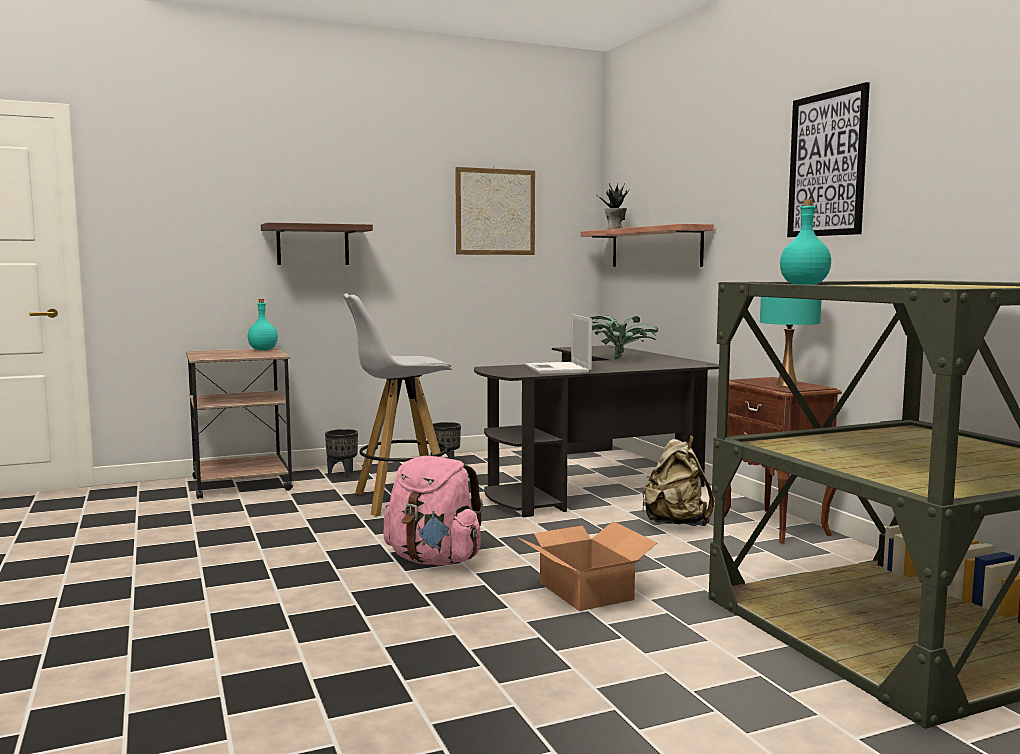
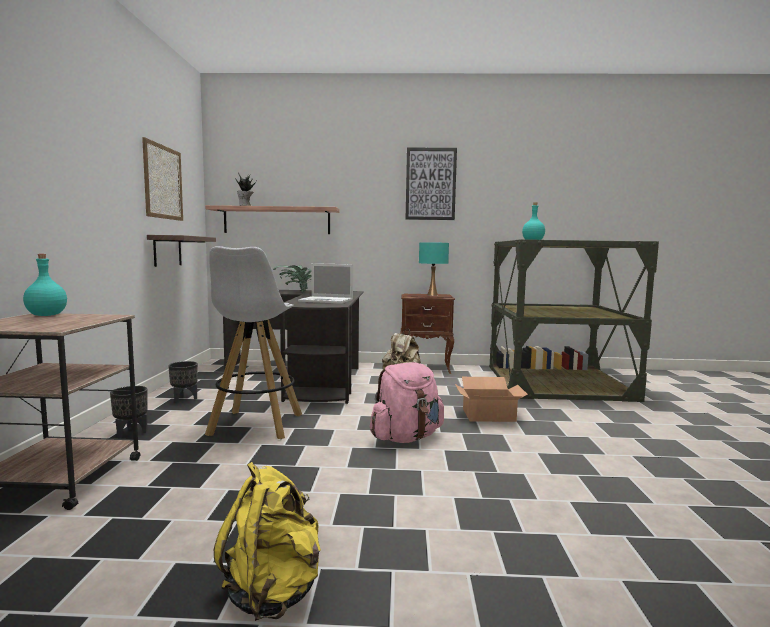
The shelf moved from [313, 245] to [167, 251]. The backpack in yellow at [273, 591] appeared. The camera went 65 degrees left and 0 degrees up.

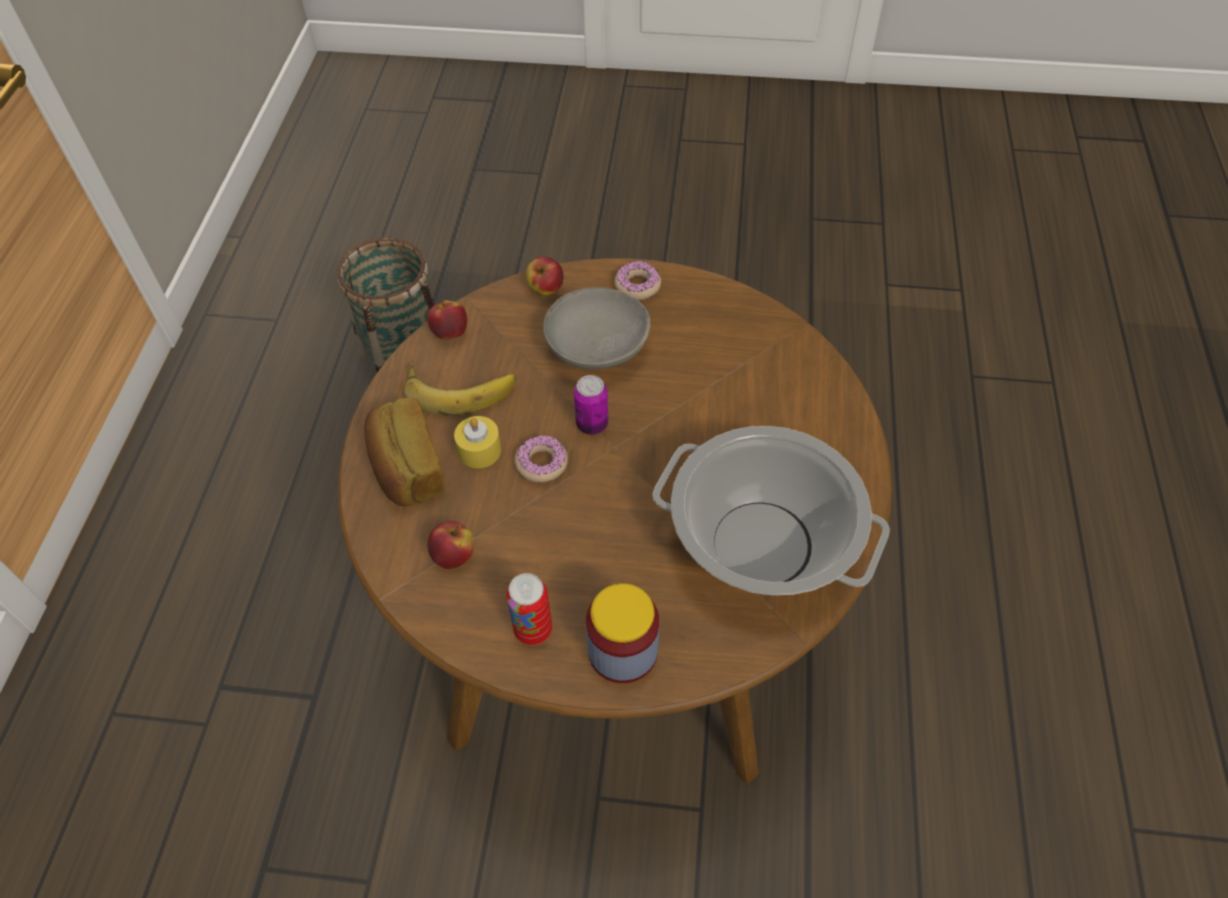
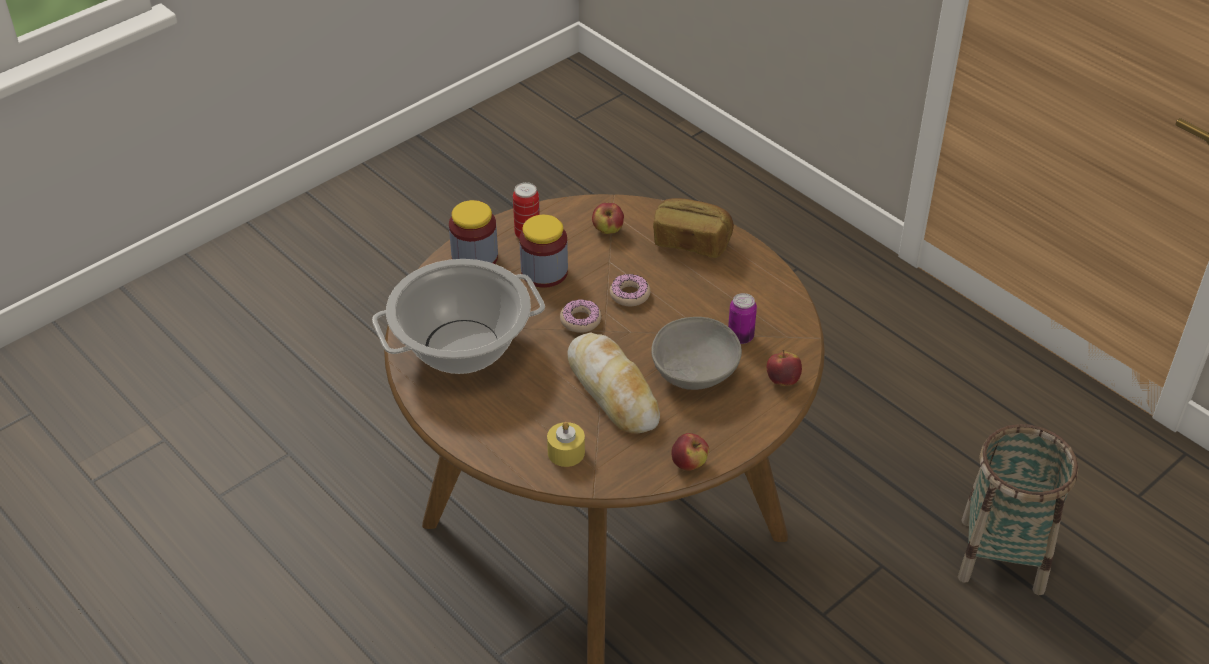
The donut moved from [637, 286] to [580, 320]. The apple moved from [450, 332] to [689, 464]. The banana at [460, 386] disappeared. The can moved from [592, 424] to [740, 337]. The candle in yellow moved from [479, 450] to [566, 452]. The jar at [544, 272] appeared. The bread at [613, 391] appeared. The camera went 130 degrees right and 10 degrees down.

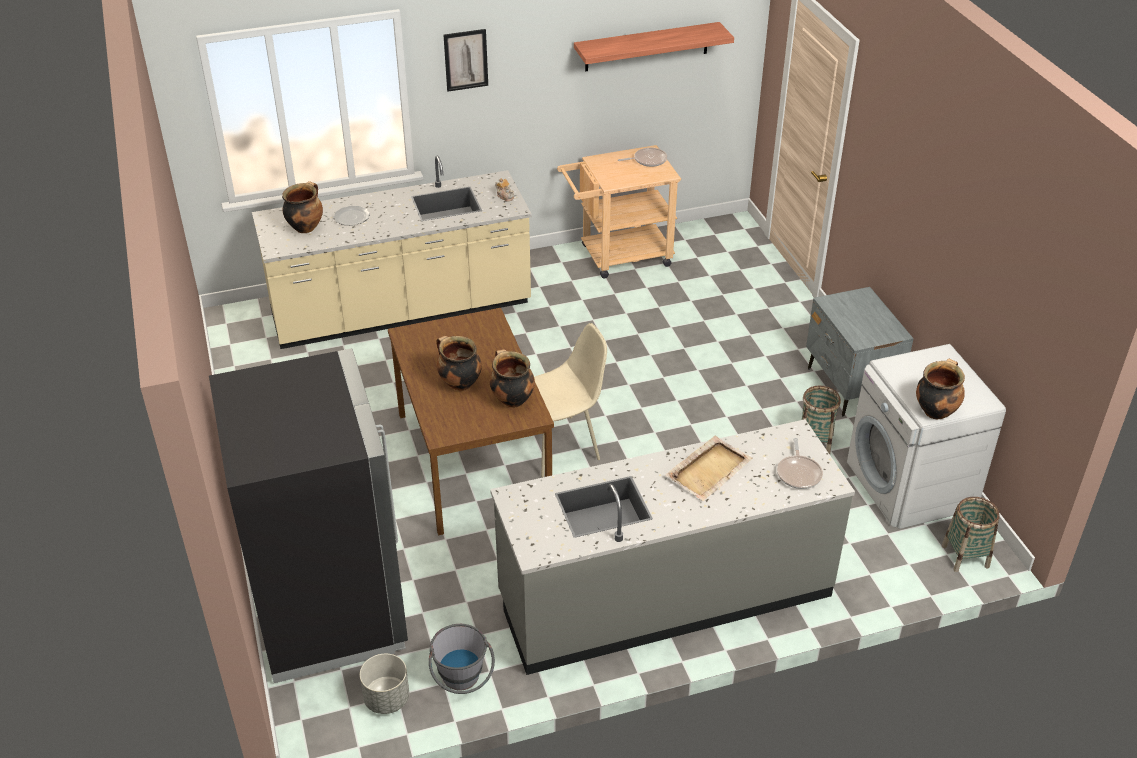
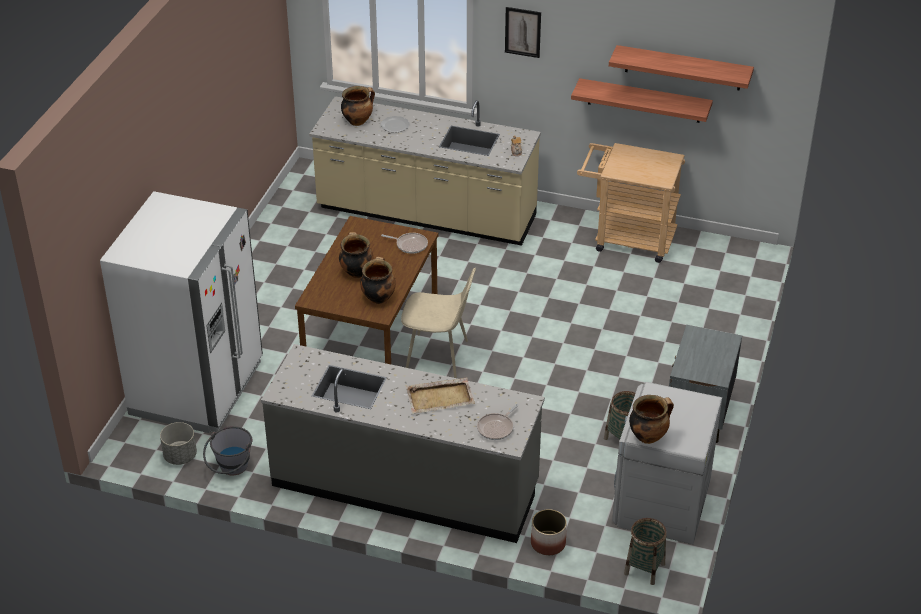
The frying pan moved from [648, 160] to [410, 245]. The fridge in black at [329, 608] became the fridge in white at [197, 388]. The shelf at [644, 101] appeared. The planter at [548, 543] appeared. The camera went 35 degrees right and 0 degrees up.

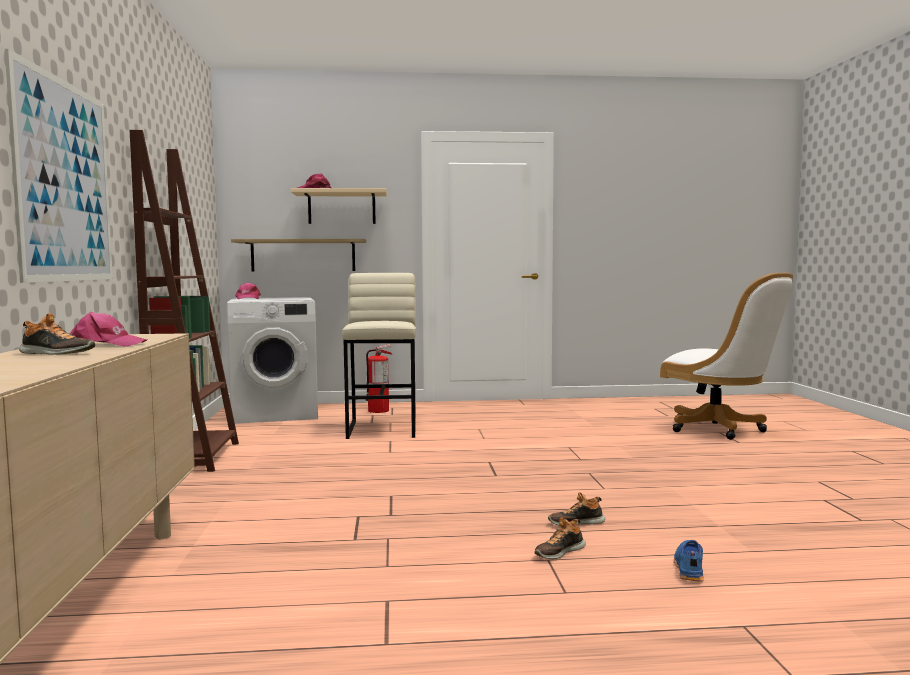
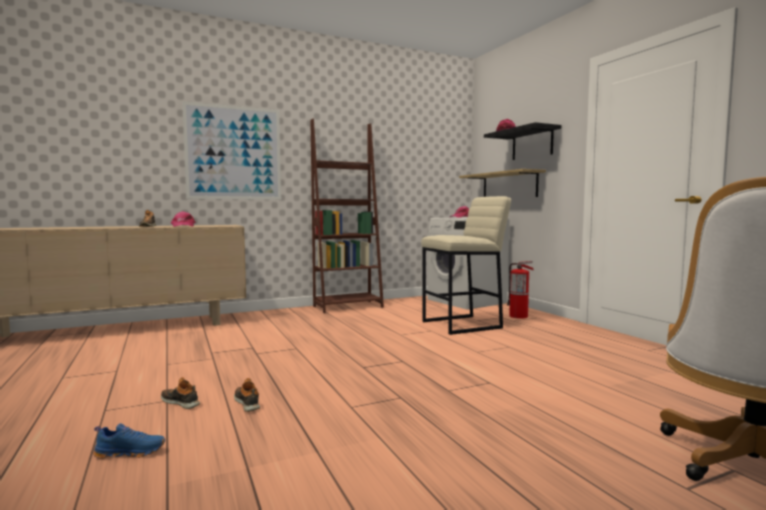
The shelf in beige at [341, 208] became the shelf in black at [532, 144]. The camera went 70 degrees right and 0 degrees up.

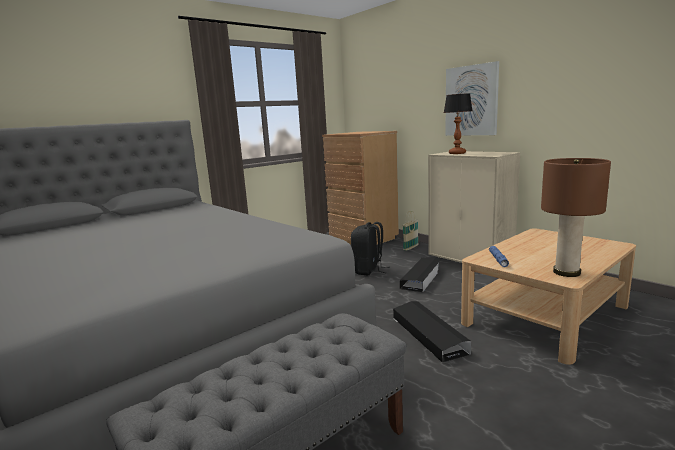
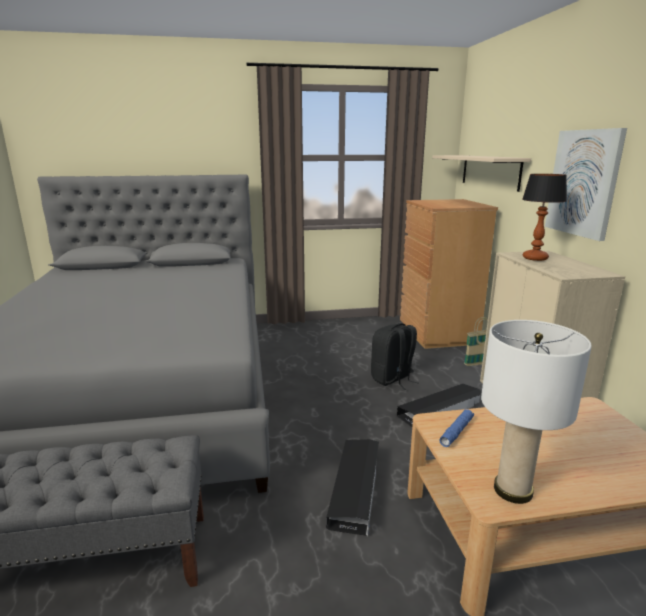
The table lamp in brown at [566, 272] became the table lamp in white at [512, 490]. The shelf in beige at [490, 171] appeared. The camera went 30 degrees right and 5 degrees up.

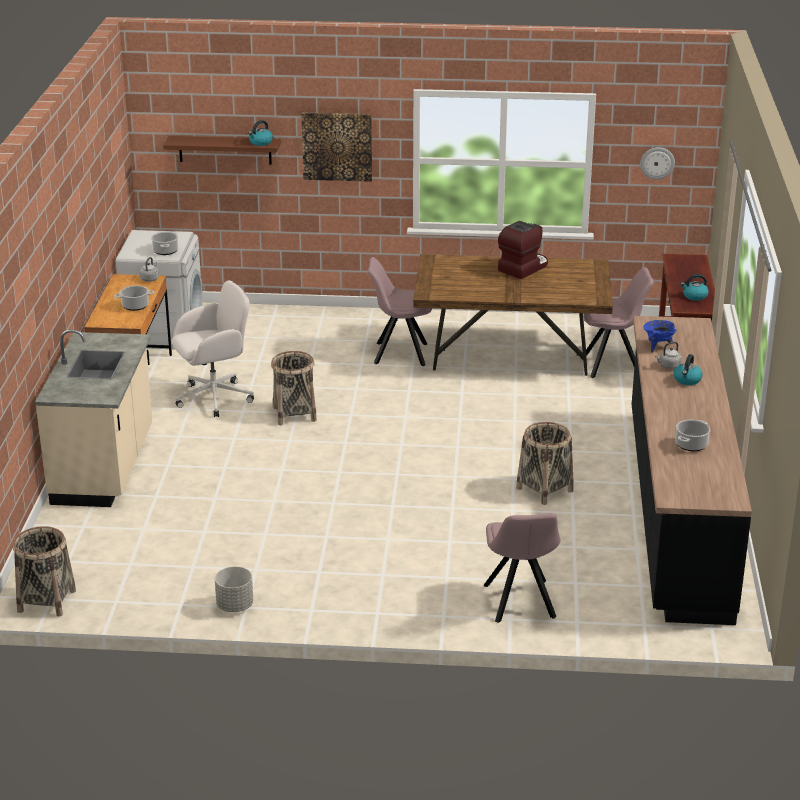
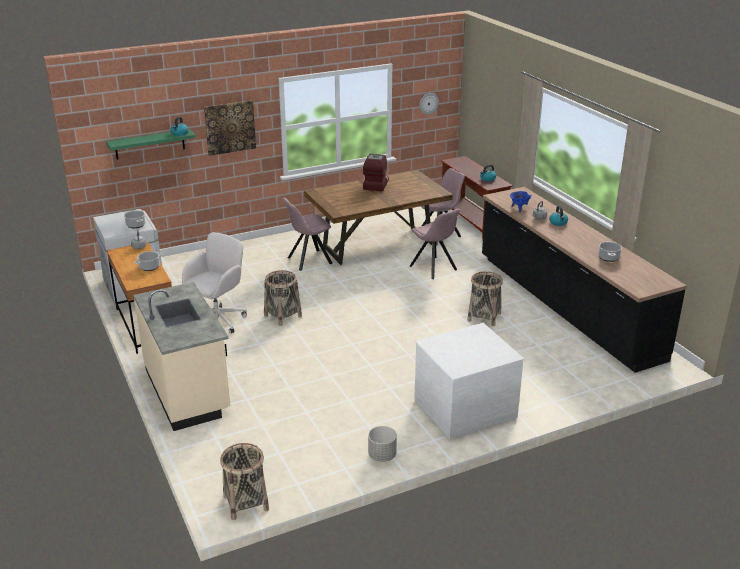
The shelf in brown at [225, 150] became the shelf in green at [150, 144]. The chair in pink moved from [520, 601] to [433, 268]. The dresser in white at [464, 407] appeared. The camera went 30 degrees left and 0 degrees up.

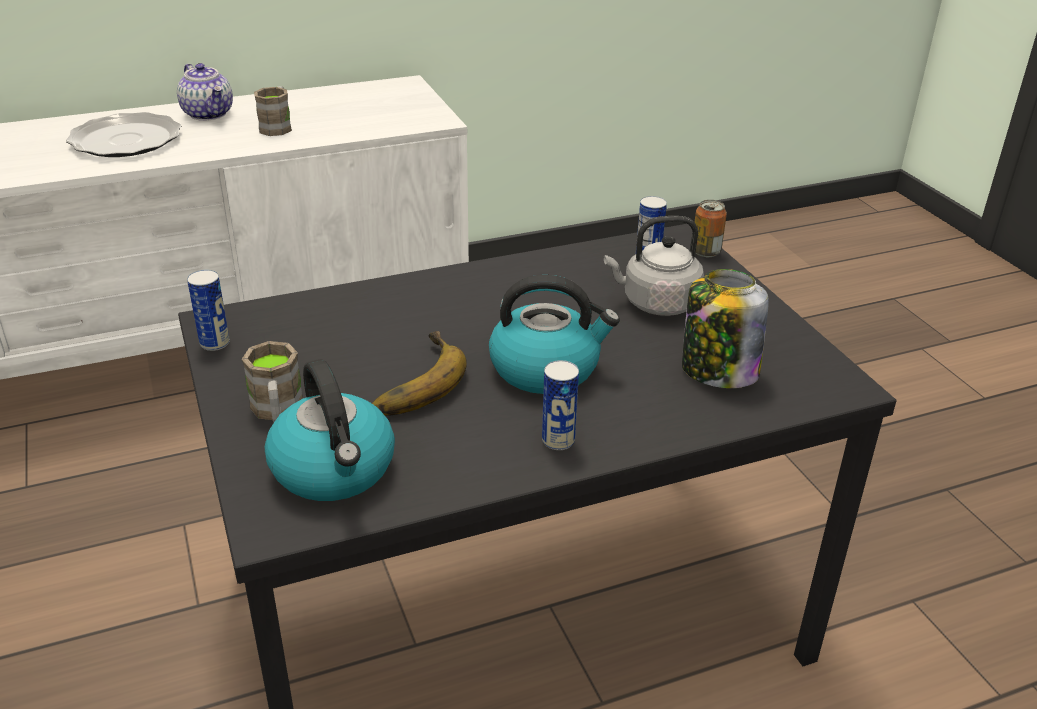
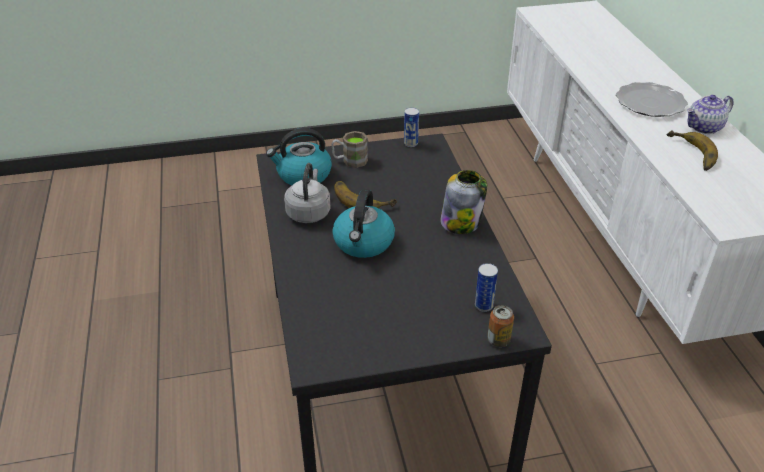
The mug in brown at [277, 126] was replaced by the banana at [690, 154]. The kettle in grey moved from [656, 303] to [309, 212]. The jar moved from [717, 371] to [461, 222]. The can at [558, 440] disappeared. The camera went 100 degrees right and 5 degrees up.

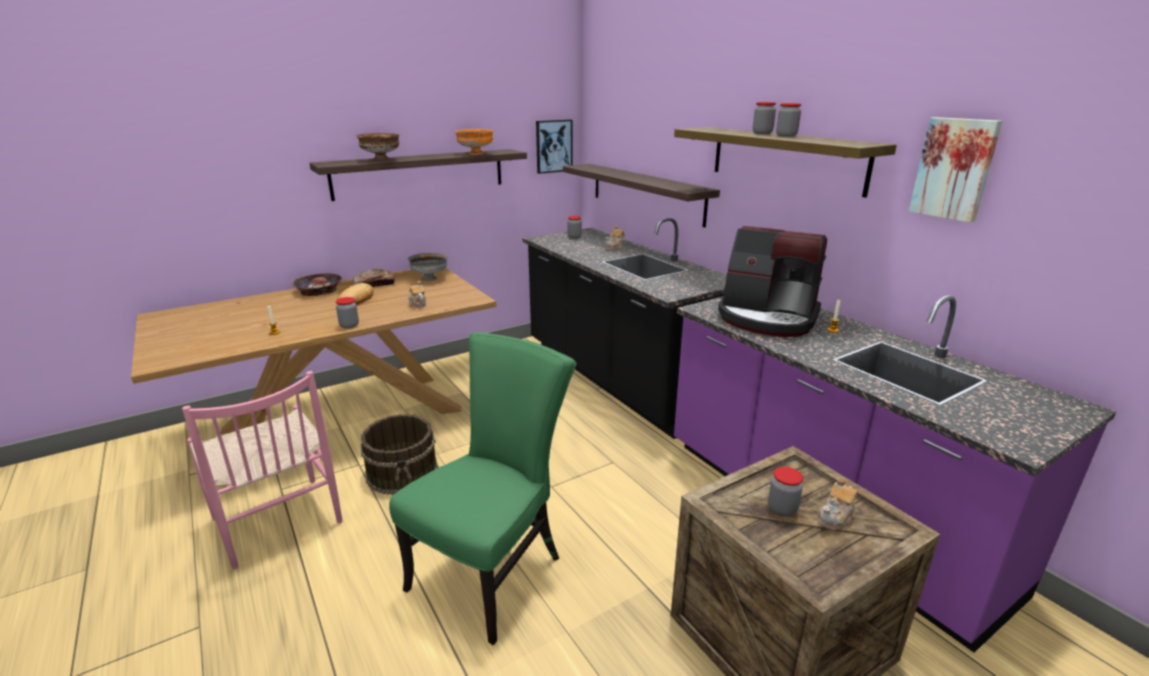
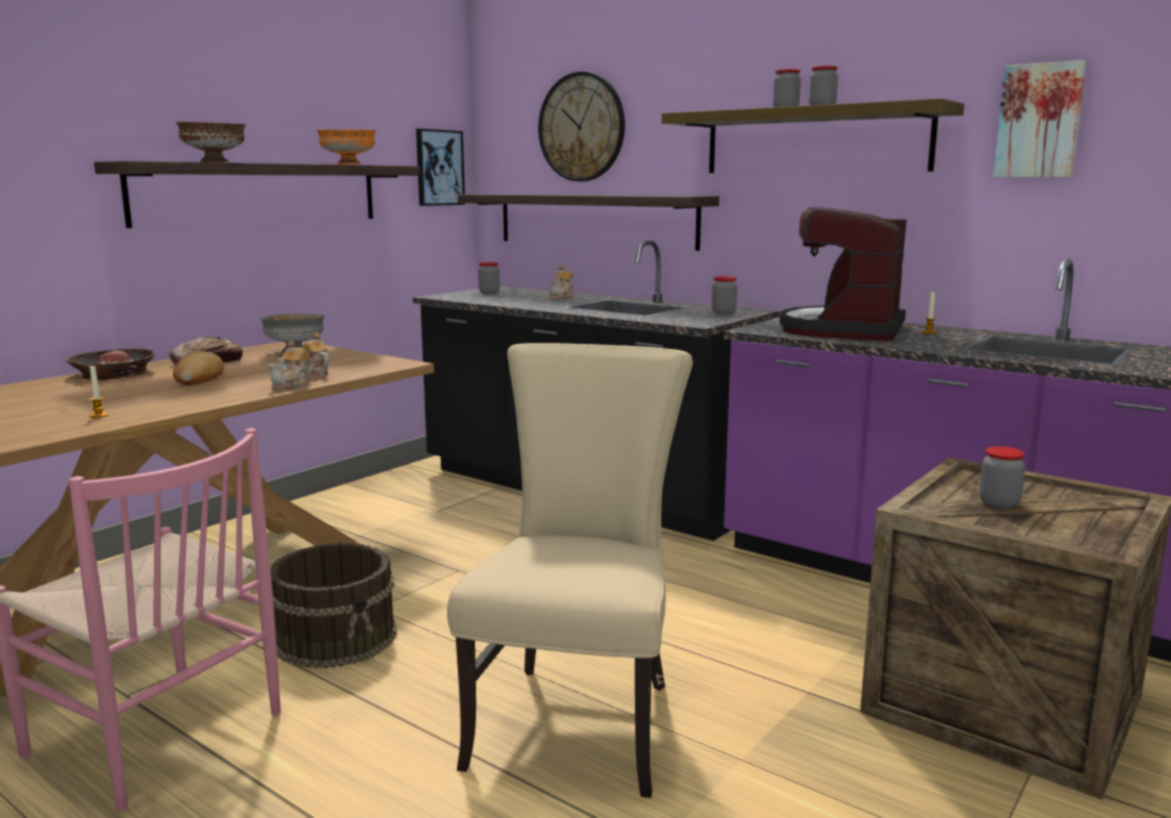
The coffee machine at [767, 318] turned 105 degrees clockwise. The jar moved from [349, 325] to [723, 313]. The chair in green at [493, 568] became the chair in beige at [578, 717]. The teapot moved from [835, 518] to [293, 385]. The wall clock at [582, 127] appeared. The camera went 20 degrees left and 10 degrees down.

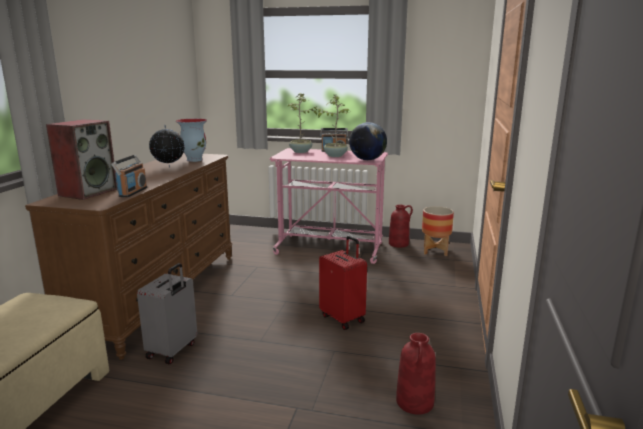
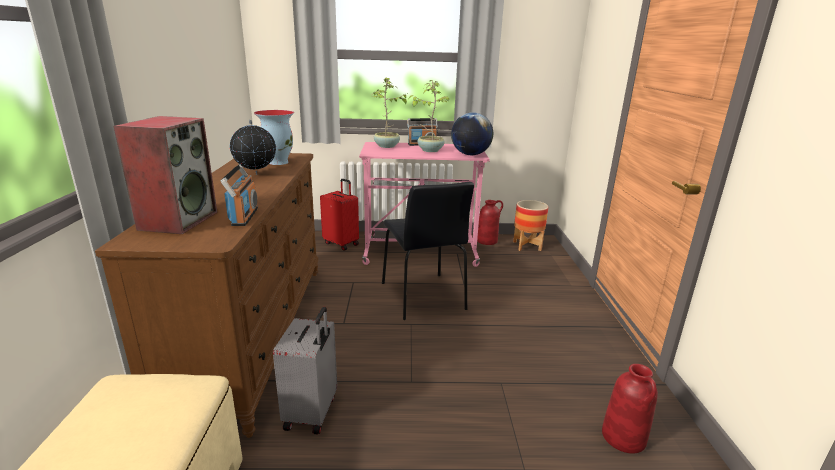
The suitcase in red moved from [343, 318] to [342, 243]. The chair in black at [424, 297] appeared. The camera went 15 degrees left and 5 degrees up.

